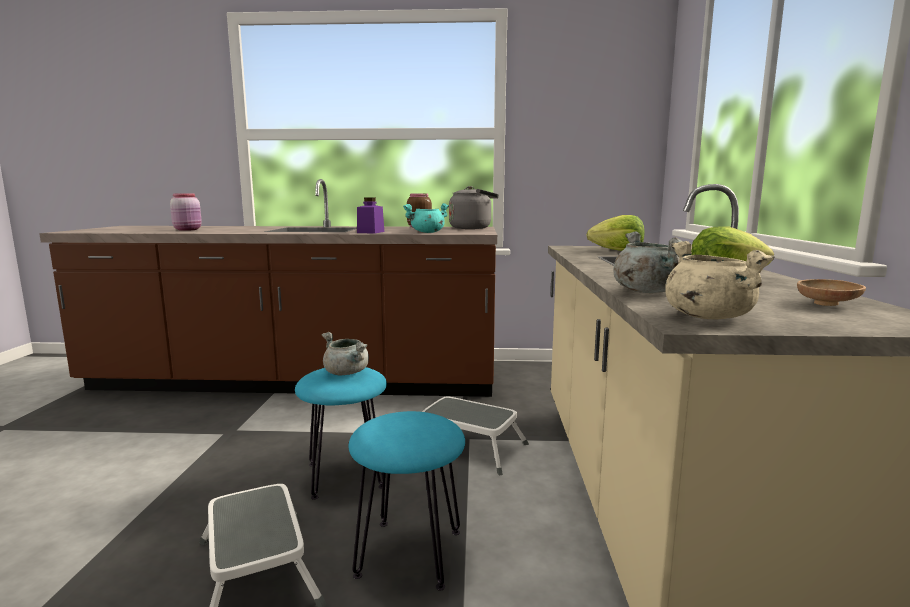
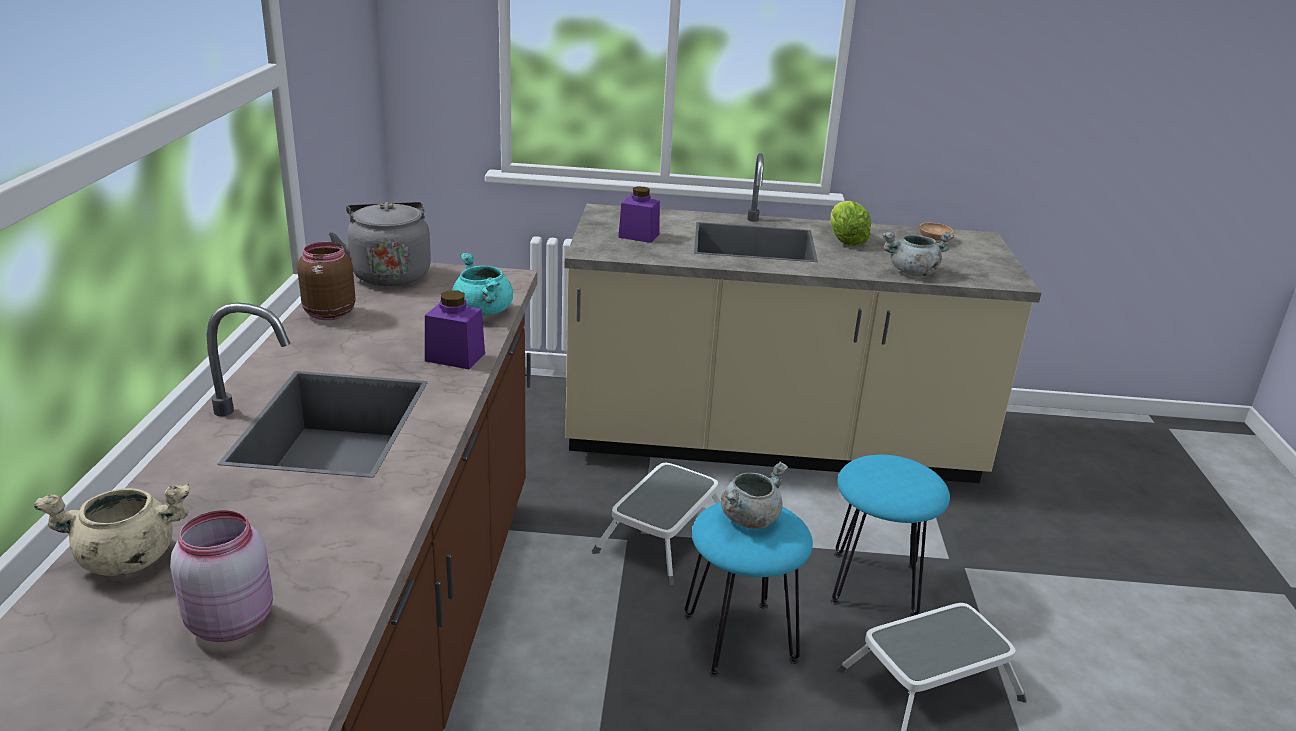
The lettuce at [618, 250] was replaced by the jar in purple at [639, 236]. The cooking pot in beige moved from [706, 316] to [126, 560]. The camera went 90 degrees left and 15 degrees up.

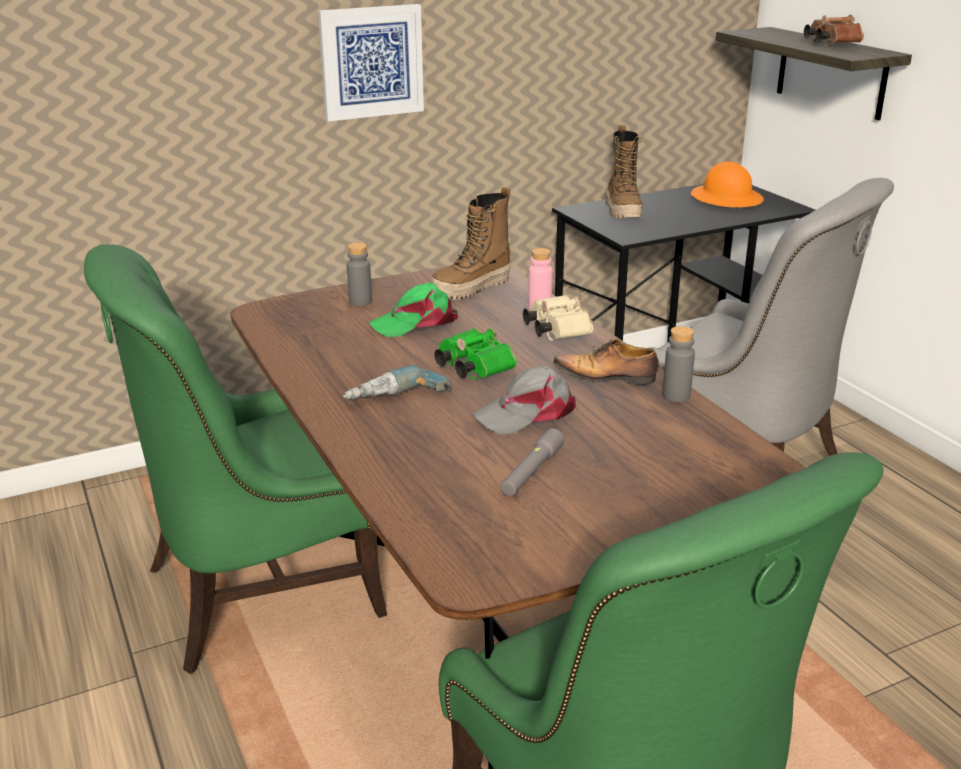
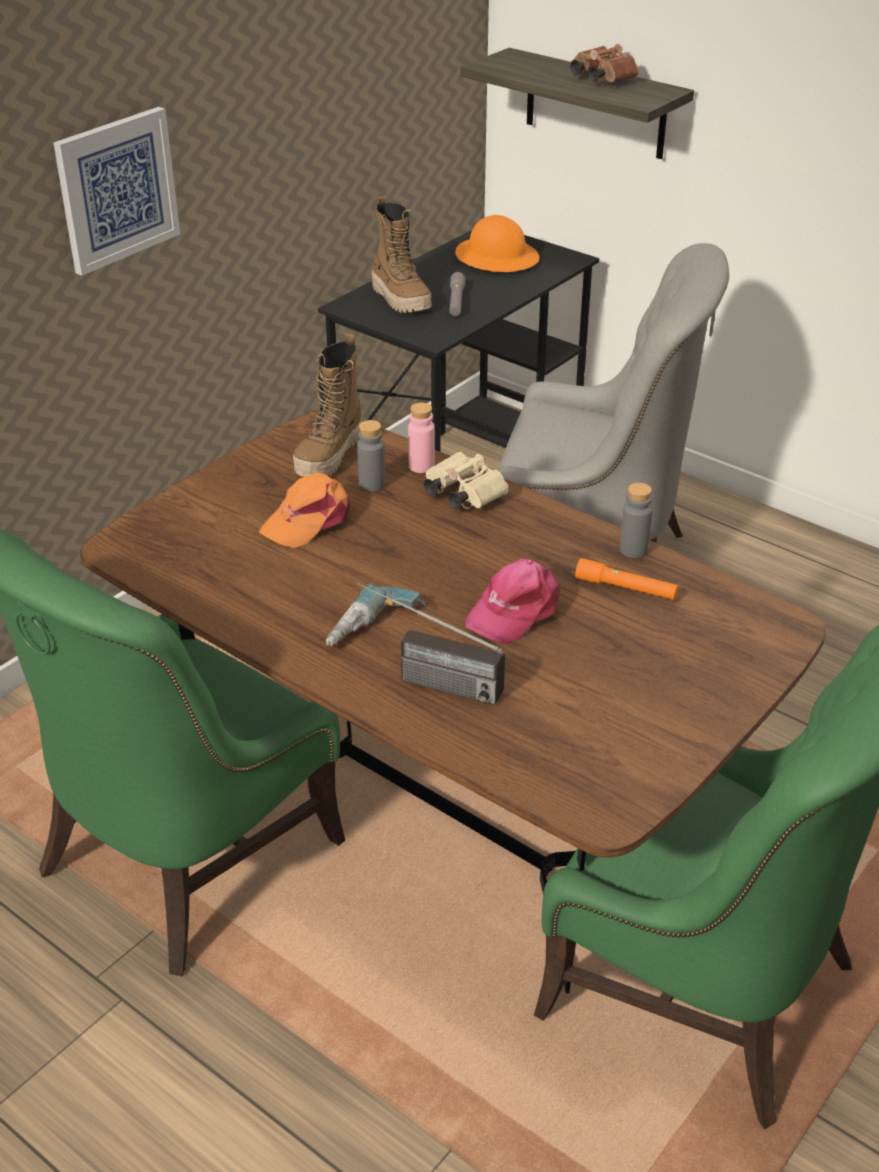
The bottle in grey moved from [360, 301] to [372, 484]. The cap in green at [416, 323] became the cap in orange at [308, 520]. The binoculars in green at [472, 368] disappeared. The shoe at [606, 377] disappeared. The cap in grey at [528, 413] became the cap in pink at [514, 610]. The flashlight in grey moved from [531, 472] to [456, 301]. The flashlight in orange at [626, 588] appeared. The radio at [426, 680] appeared. The camera went 25 degrees left and 10 degrees up.

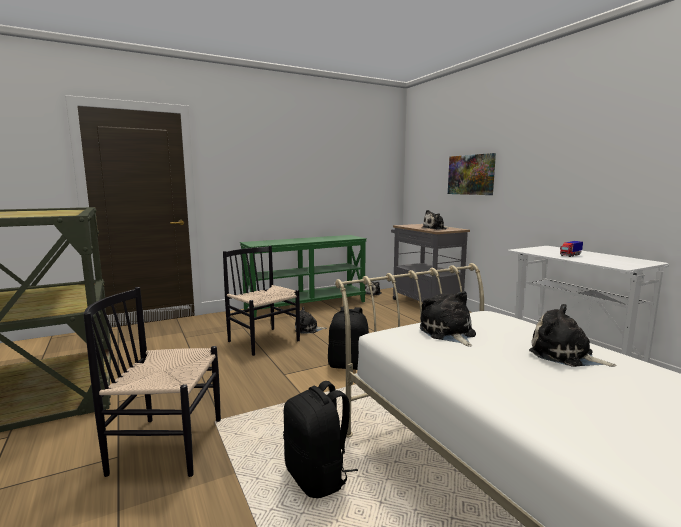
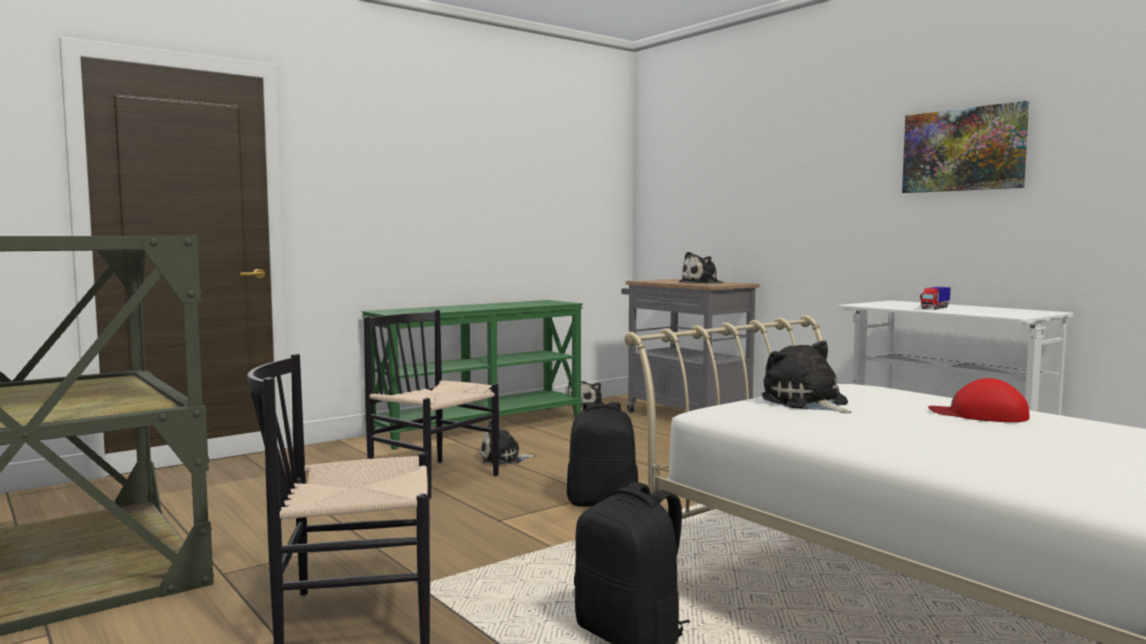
The picture moved from [471, 174] to [963, 150]. The plush toy at [565, 355] was replaced by the cap in red at [979, 415]. The camera went 10 degrees left and 5 degrees down.

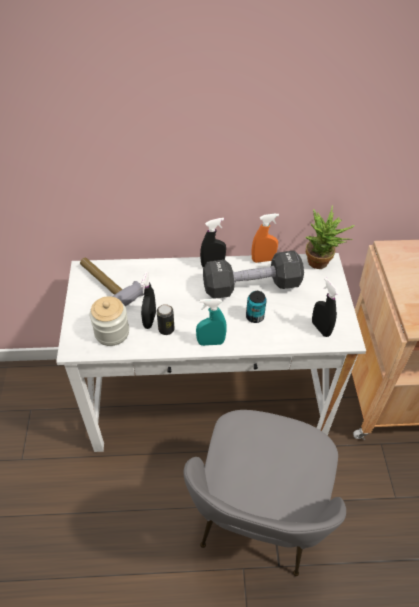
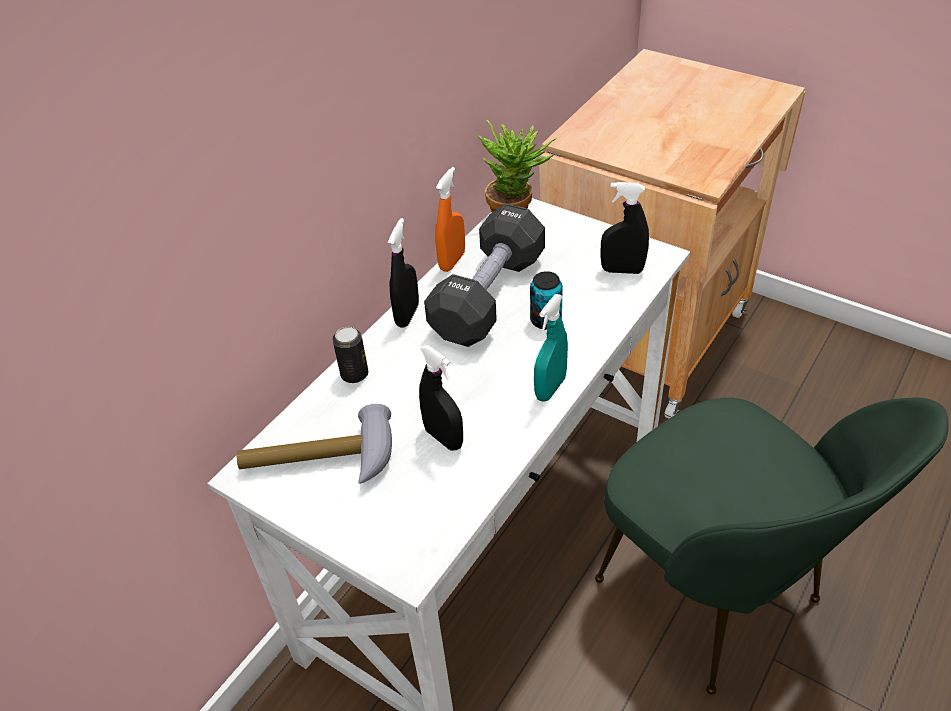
The jar at [112, 332] disappeared. The can moved from [166, 329] to [354, 374]. The chair in grey at [255, 524] became the chair in green at [719, 604]. The camera went 50 degrees left and 5 degrees down.

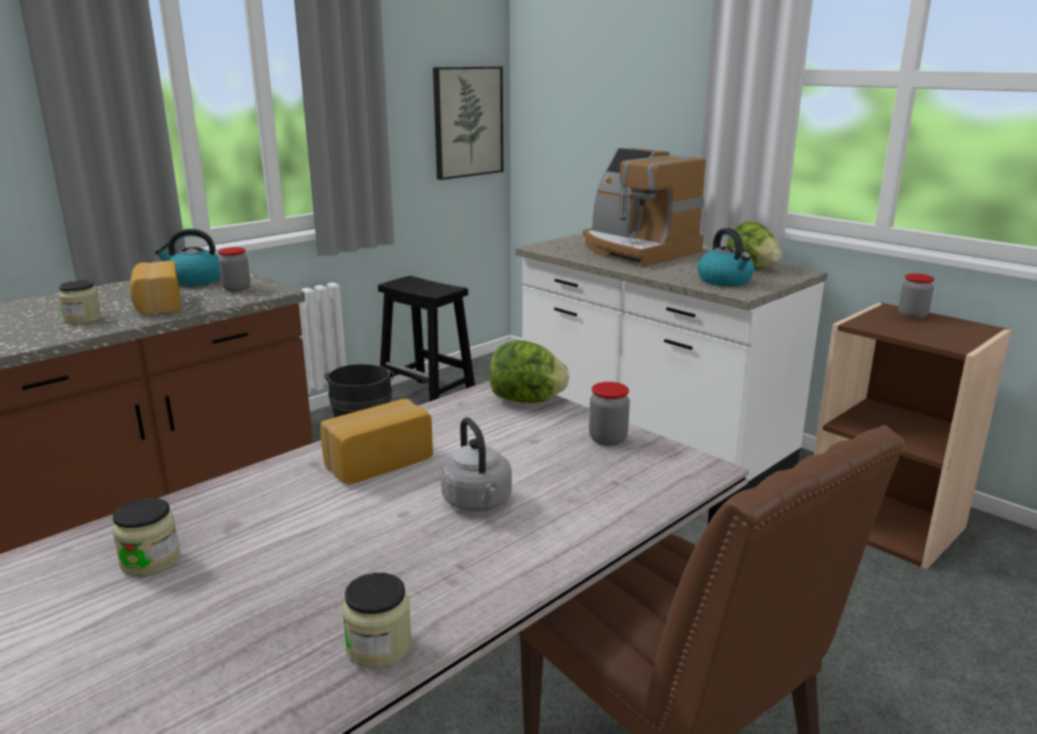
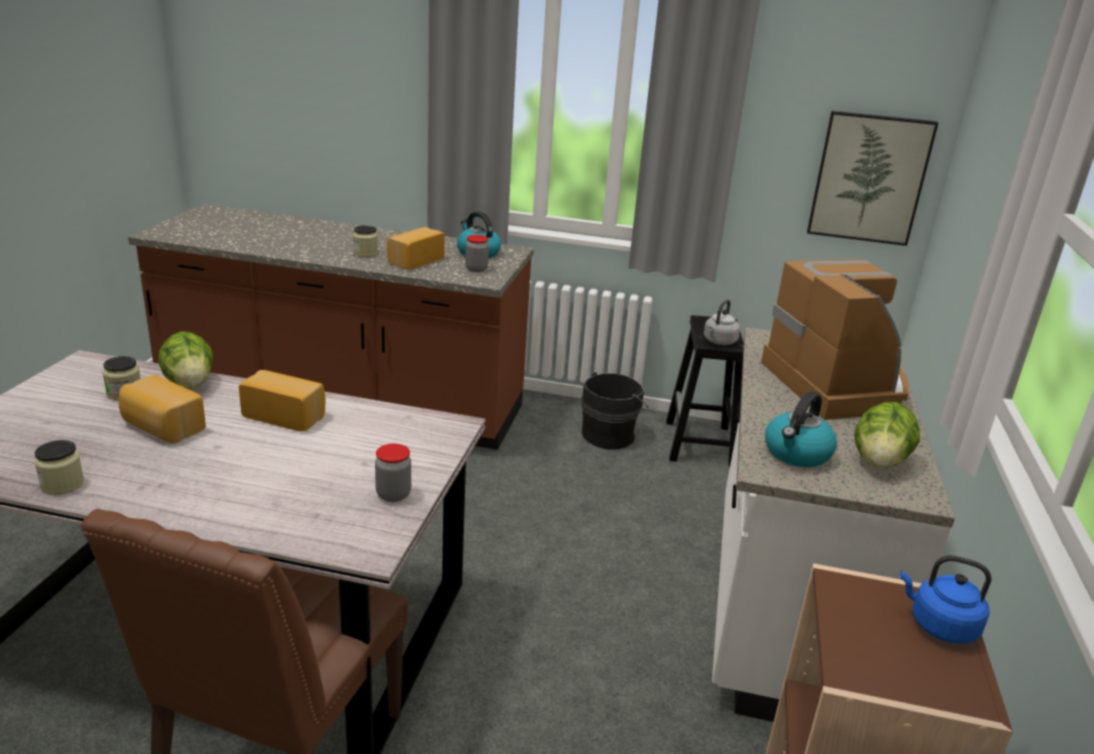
The coffee machine at [636, 250] turned 150 degrees clockwise. The jar at [912, 316] was replaced by the kettle in blue at [939, 626]. The lettuce moved from [526, 400] to [190, 383]. The kettle in grey moved from [478, 503] to [719, 342]. The bread at [162, 427] appeared. The camera went 55 degrees right and 5 degrees up.

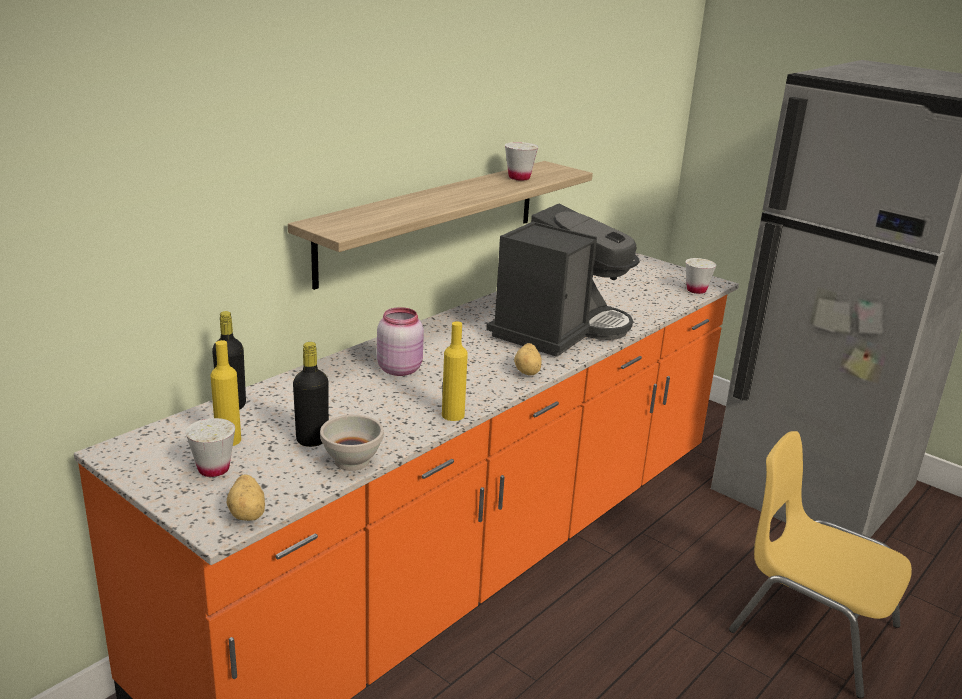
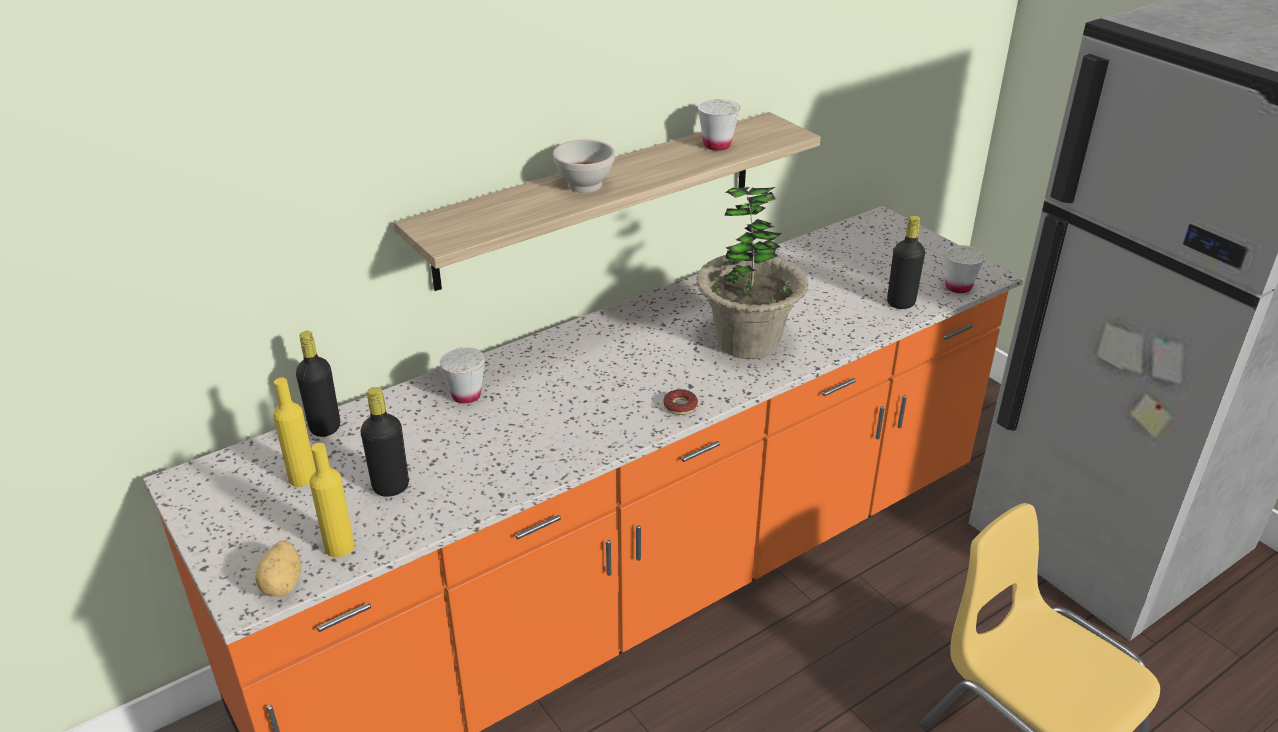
The coffee machine at [558, 329] was replaced by the potted plant at [747, 341]. The jar in pink at [400, 369] disappeared. The bottle in yellow moved from [453, 415] to [339, 546]. The potato at [528, 371] was replaced by the donut at [680, 406]. The bowl in white moved from [353, 461] to [586, 185]. The cup in white moved from [213, 469] to [466, 395]. The bottle in black at [900, 303] appeared. The camera went 15 degrees right and 10 degrees up.

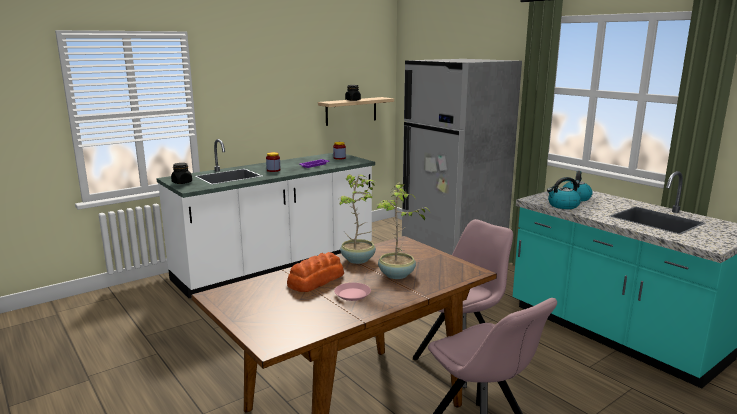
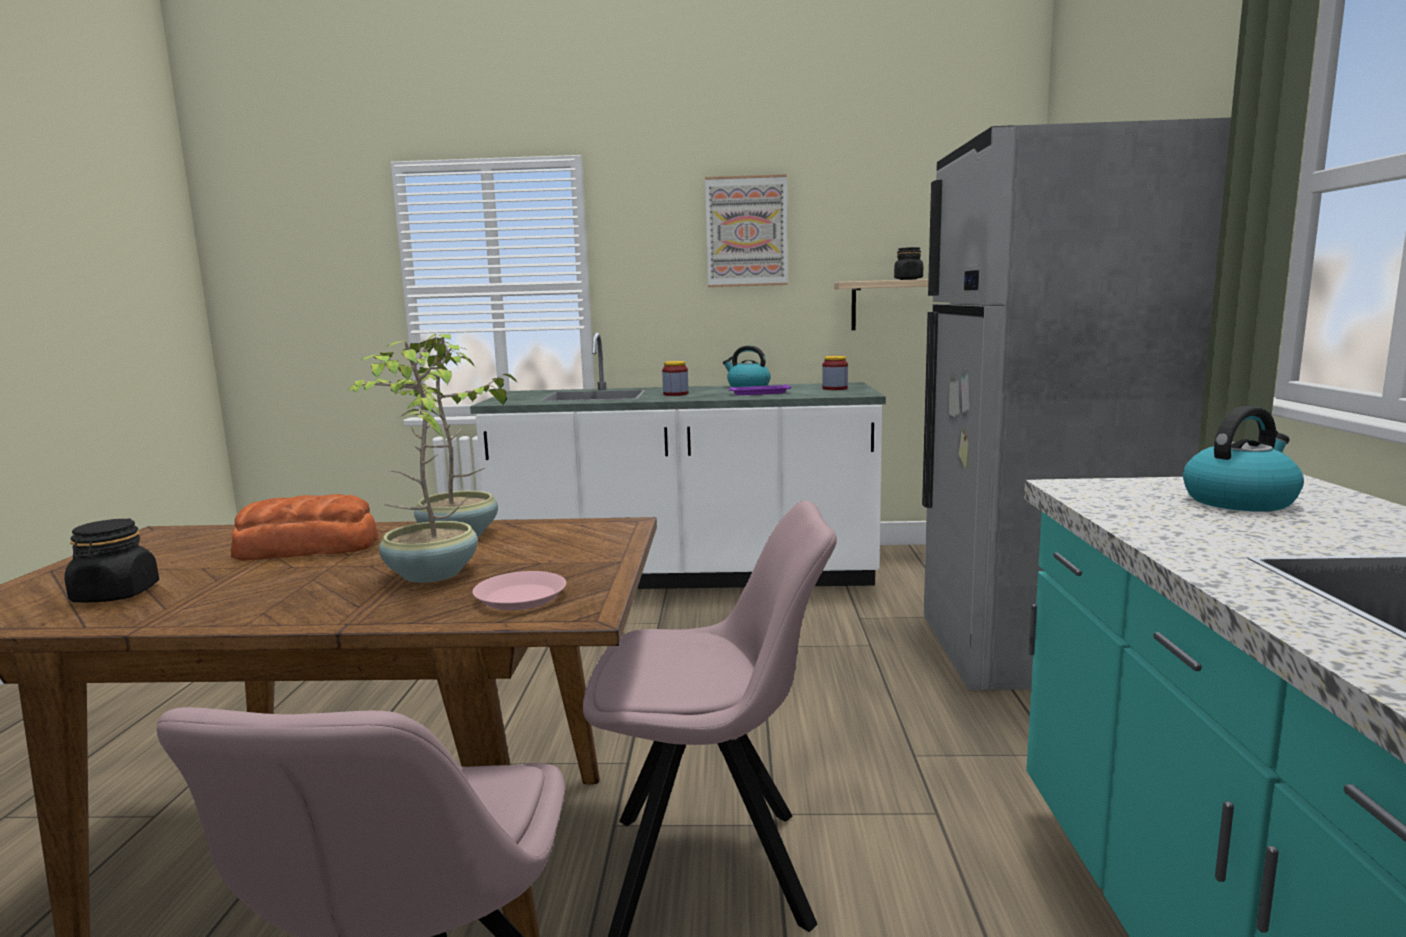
The jar in black moved from [182, 182] to [116, 595]. The kettle moved from [563, 206] to [748, 387]. The plate in pink moved from [352, 294] to [521, 597]. The picture at [746, 232] appeared. The camera went 40 degrees right and 5 degrees down.

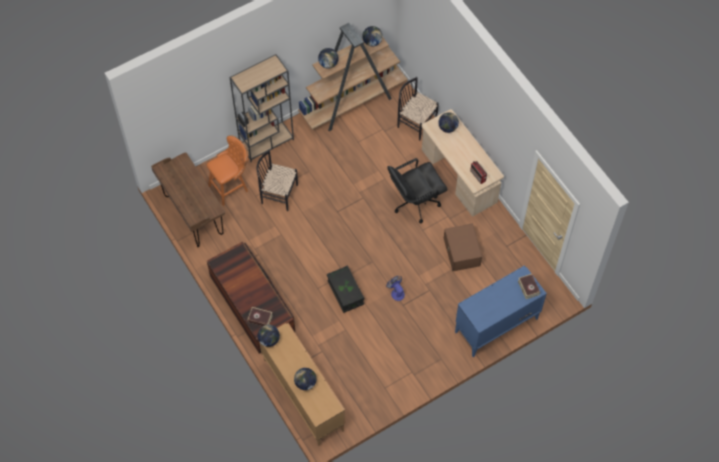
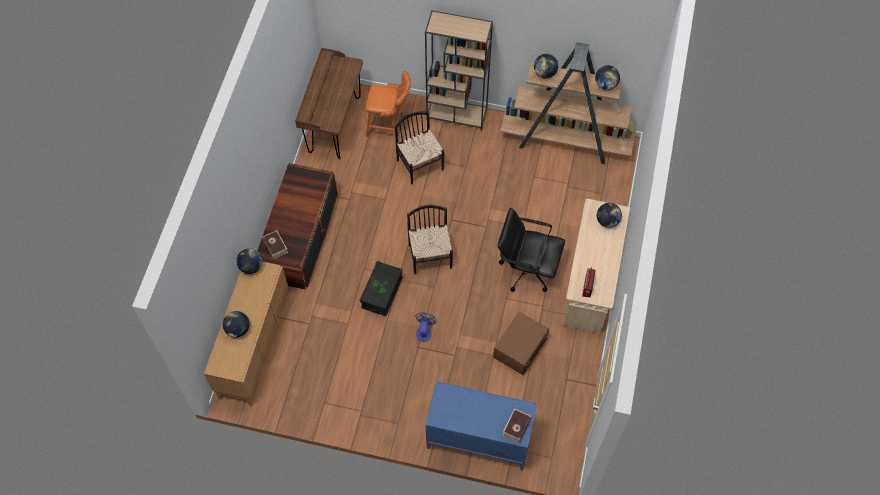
The chair in black moved from [415, 122] to [430, 255]. The camera went 45 degrees right and 0 degrees up.

